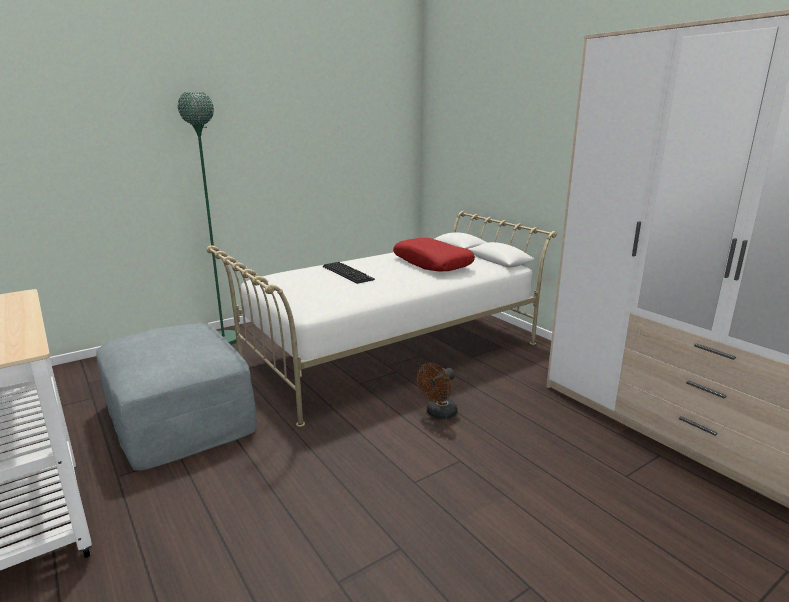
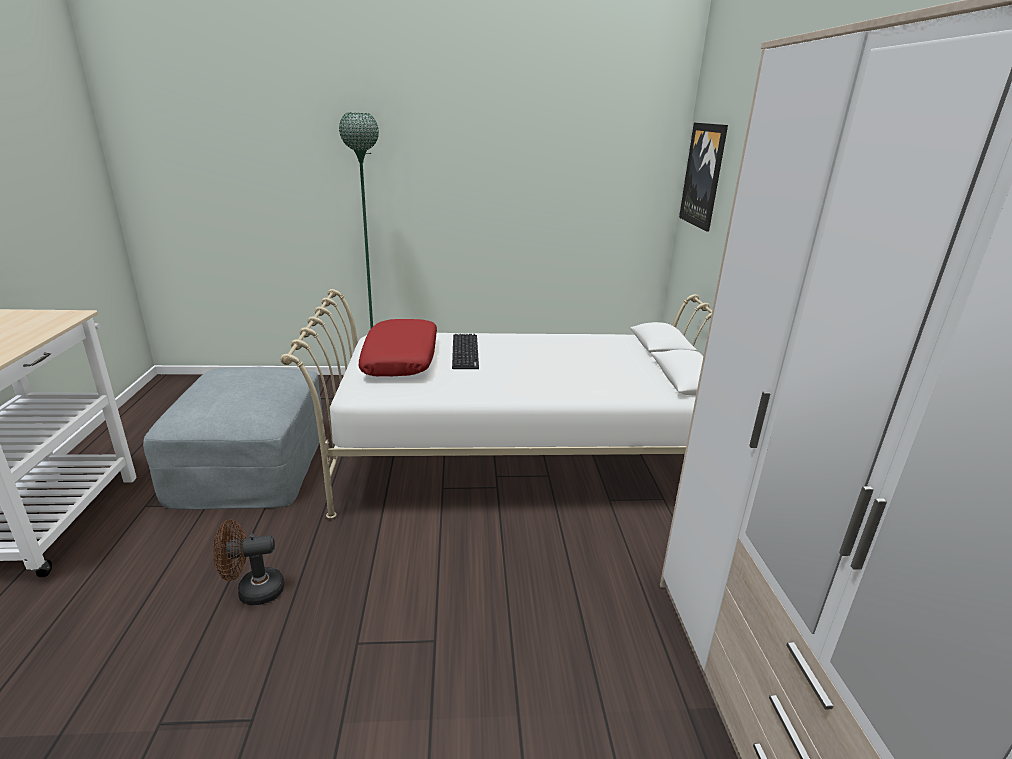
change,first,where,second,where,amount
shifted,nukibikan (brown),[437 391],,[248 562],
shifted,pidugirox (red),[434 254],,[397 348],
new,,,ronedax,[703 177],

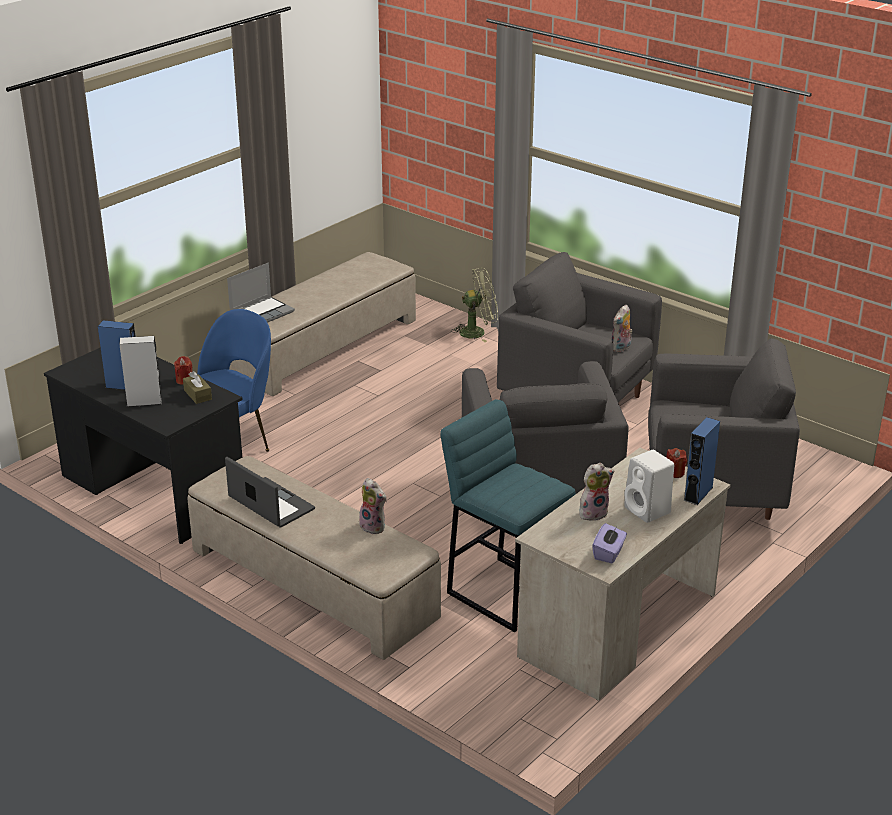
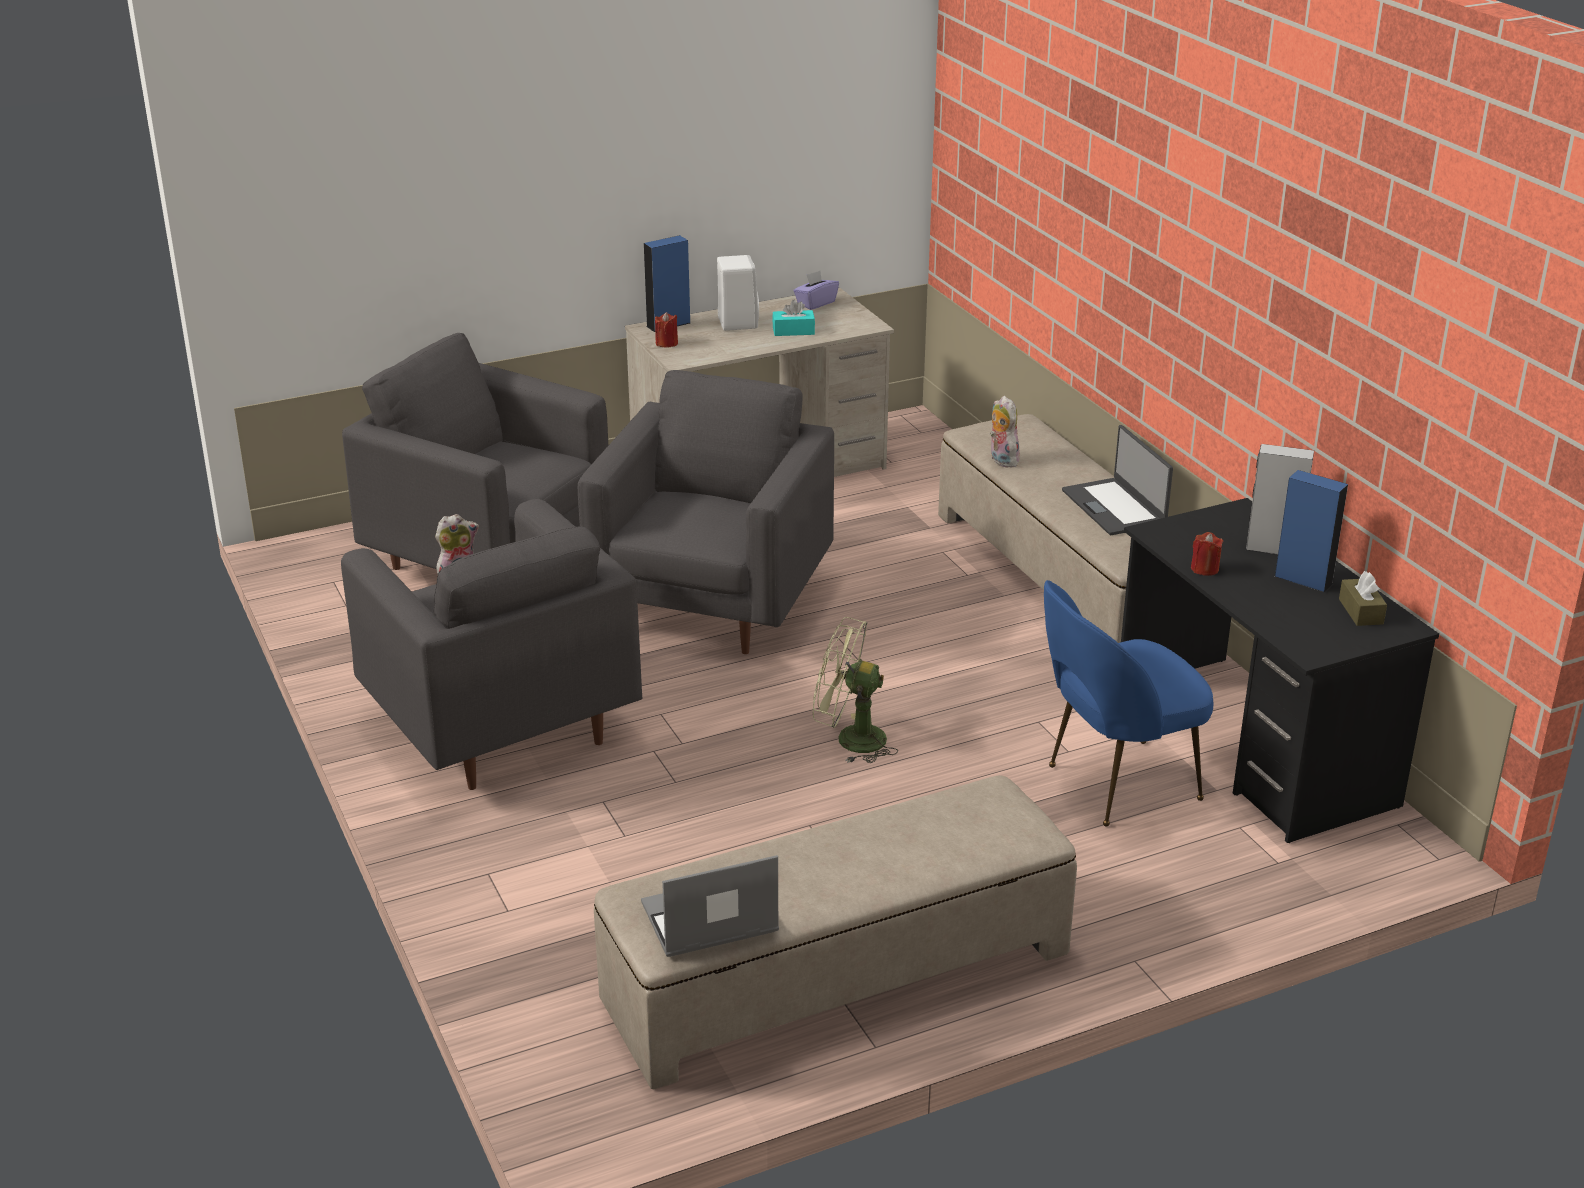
change,first,where,second,where,amount
shifted,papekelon,[261 293],,[710 906],
swapped,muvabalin,[596 492],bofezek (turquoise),[793 318],
shifted,nukibikan (green),[475 305],,[855 690],
shifted,bofezek (brown),[197 387],,[1363 598],
gone,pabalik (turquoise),[508 515],,,

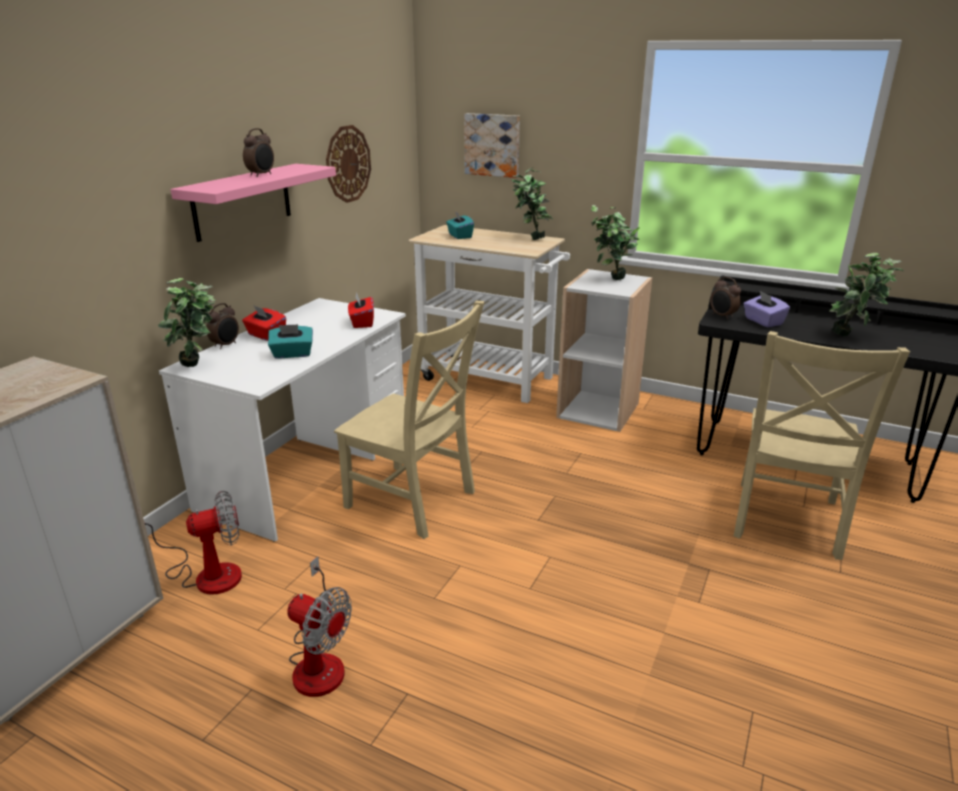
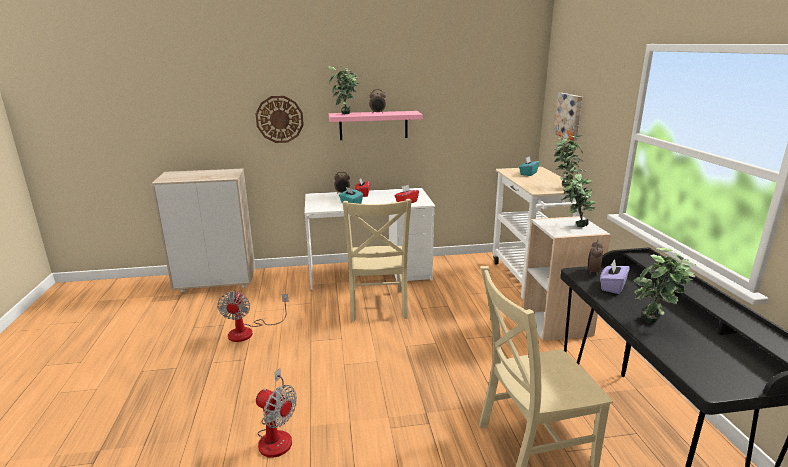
change,first,where,second,where,amount
shifted,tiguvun,[348 164],,[280 119],
shifted,nukibikan,[193 543],,[276 413],
shifted,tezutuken,[186 322],,[344 90],

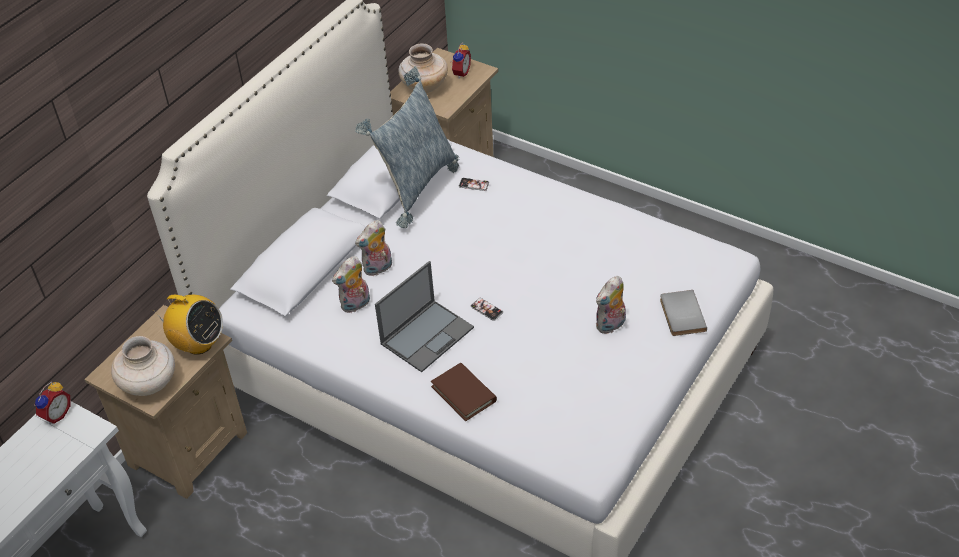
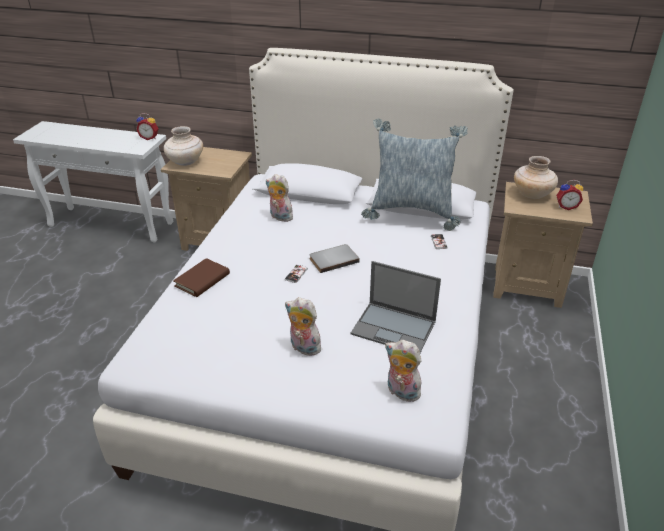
change,first,where,second,where,amount
shifted,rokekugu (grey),[683 313],,[334 258],
shifted,papekelon,[424 316],,[396 307],
shifted,muvabalin,[373 248],,[404 371],
gone,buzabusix,[189 325],,,

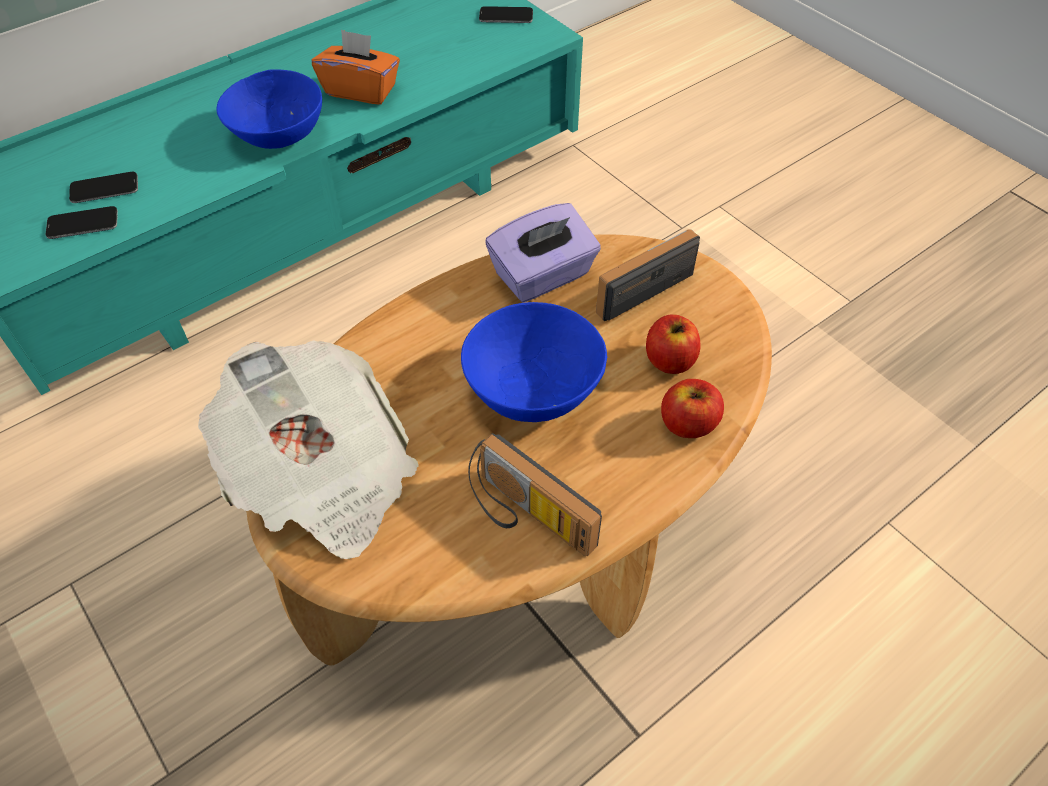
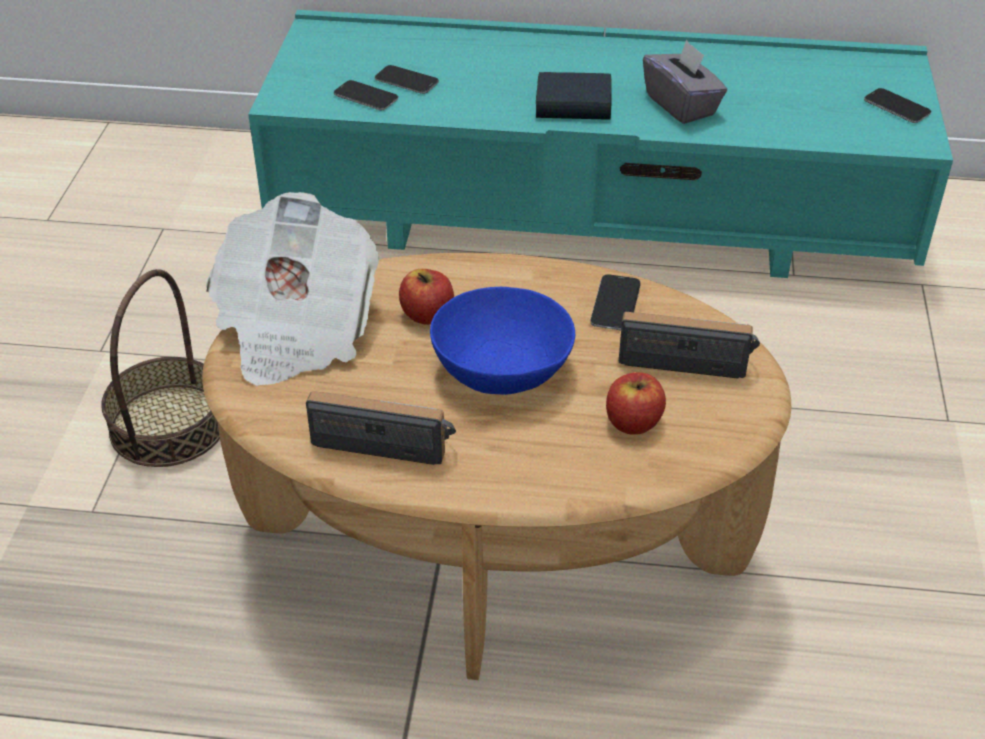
change,first,where,second,where,amount
new,,,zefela,[160 368],
rotated,buzabusix,[535 494],,[381 428],105 degrees clockwise
shifted,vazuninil,[692 408],,[426 297],
swapped,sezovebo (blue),[269 109],rokekugu,[573 96],
swapped,bofezek (purple),[543 252],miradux,[615 302],
repainted,bofezek (orange),[355 67],bofezek (grey),[685 81],

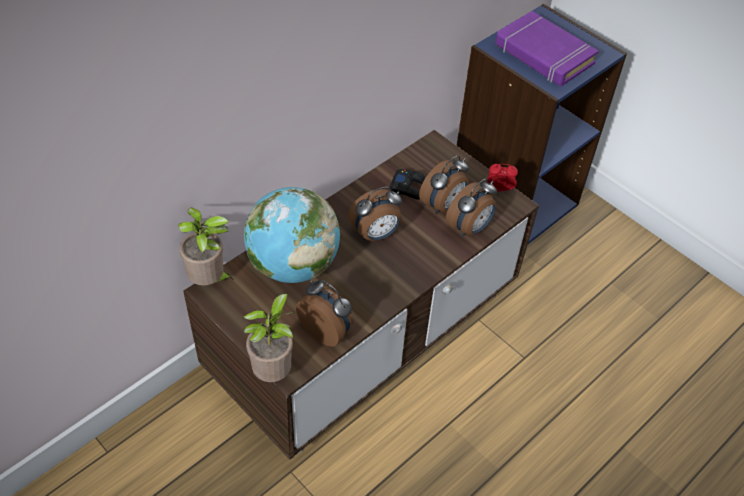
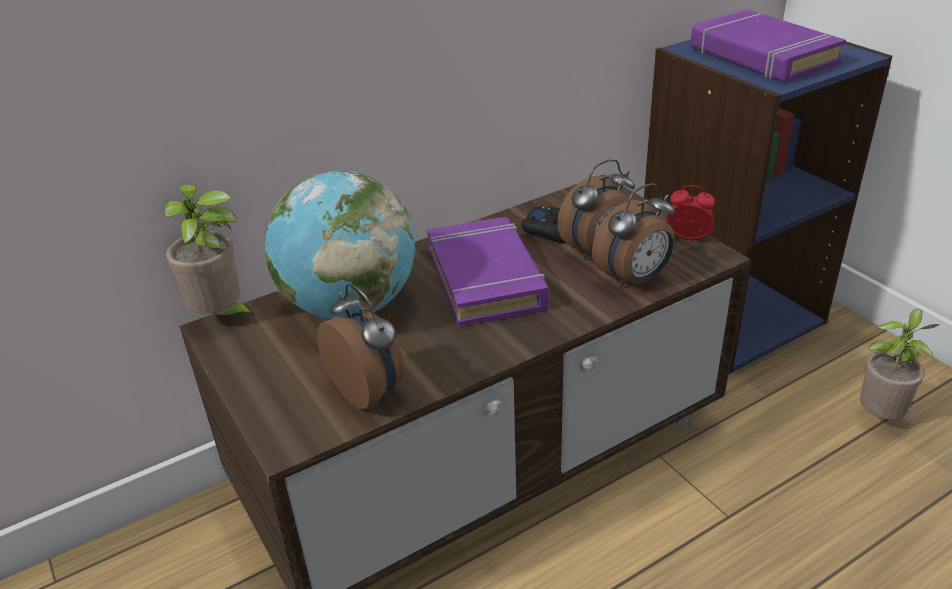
change,first,where,second,where,amount
swapped,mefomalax,[375 214],rokekugu (purple),[488 272],
shifted,tezutuken,[268 338],,[899 364],

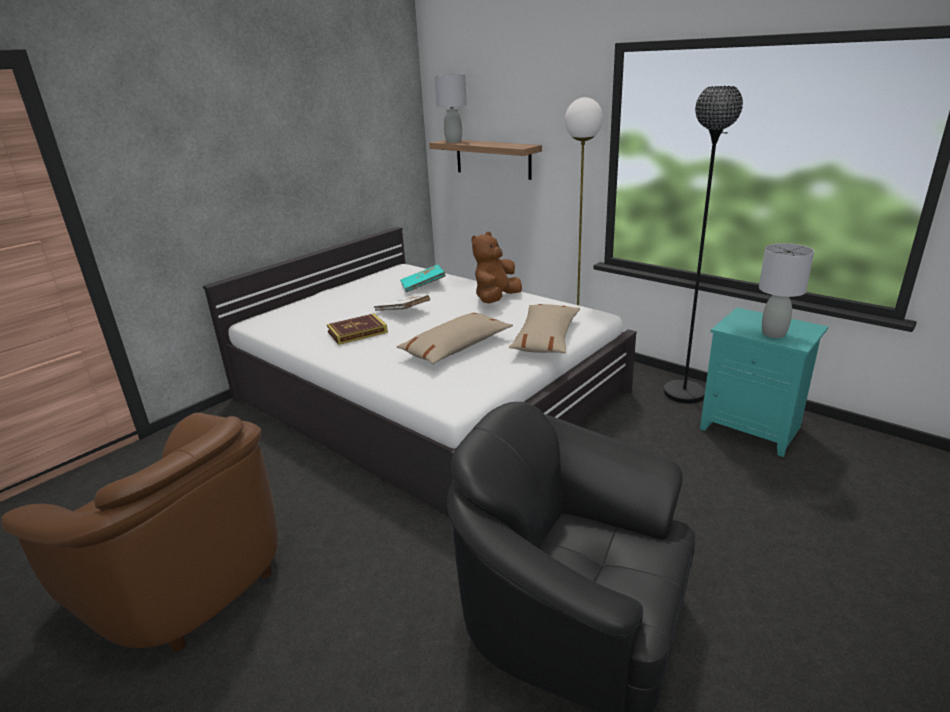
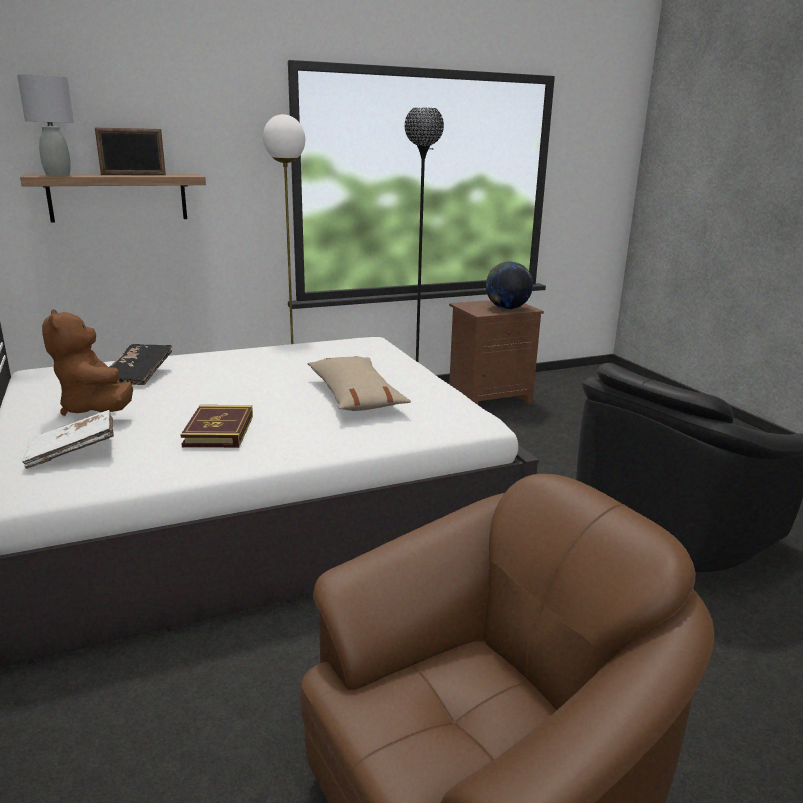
change,first,where,second,where,amount
shifted,rokekugu (white),[402 303],,[68 439],
shifted,muvabalin (brown),[496 267],,[87 362],
new,,,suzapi,[130 151],
repainted,rokekugu (turquoise),[423 279],rokekugu (black),[141 364],
repainted,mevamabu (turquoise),[764 382],mevamabu (brown),[496 352],
swapped,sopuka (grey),[786 290],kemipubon,[509 285],
gone,pidugirox (beige),[544 328],,,

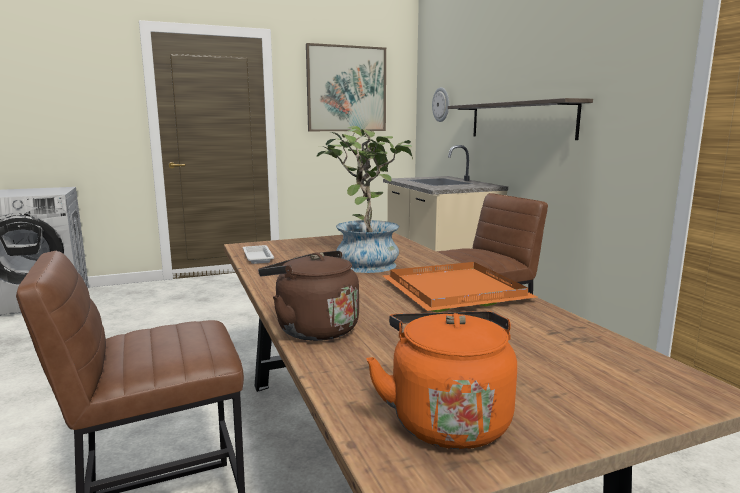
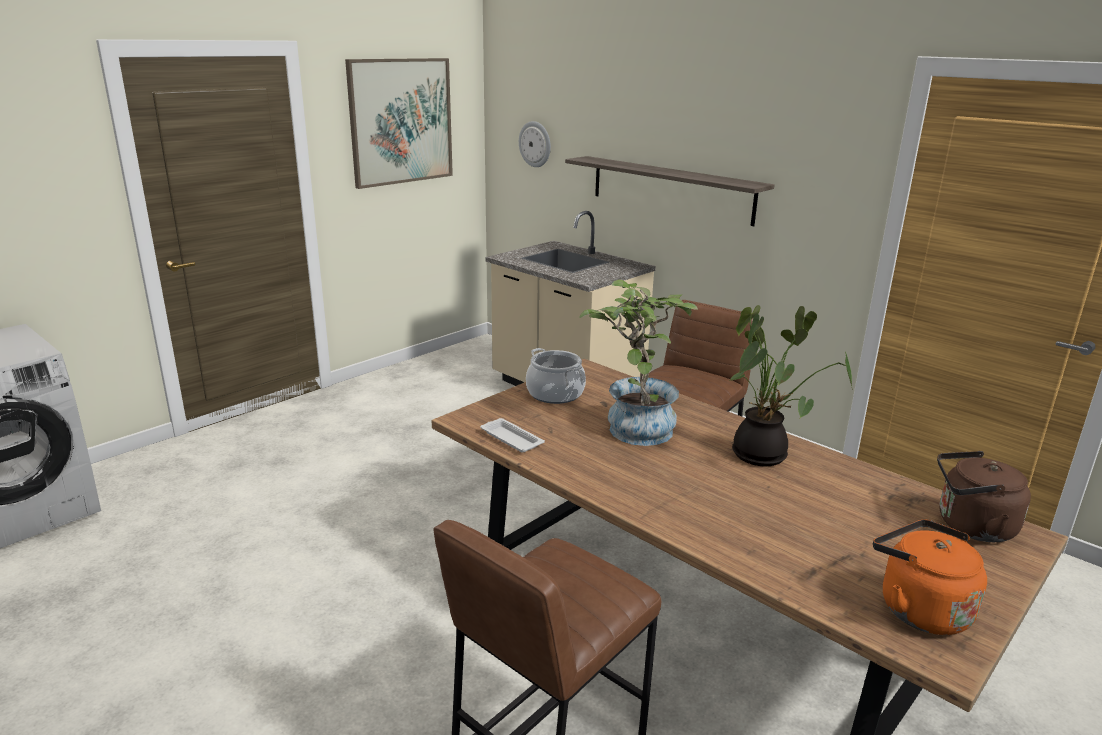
change,first,where,second,where,amount
new,,,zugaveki,[556 376],
swapped,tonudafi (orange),[460 287],tezutuken,[791 386],
shifted,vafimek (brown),[308 296],,[984 496],

